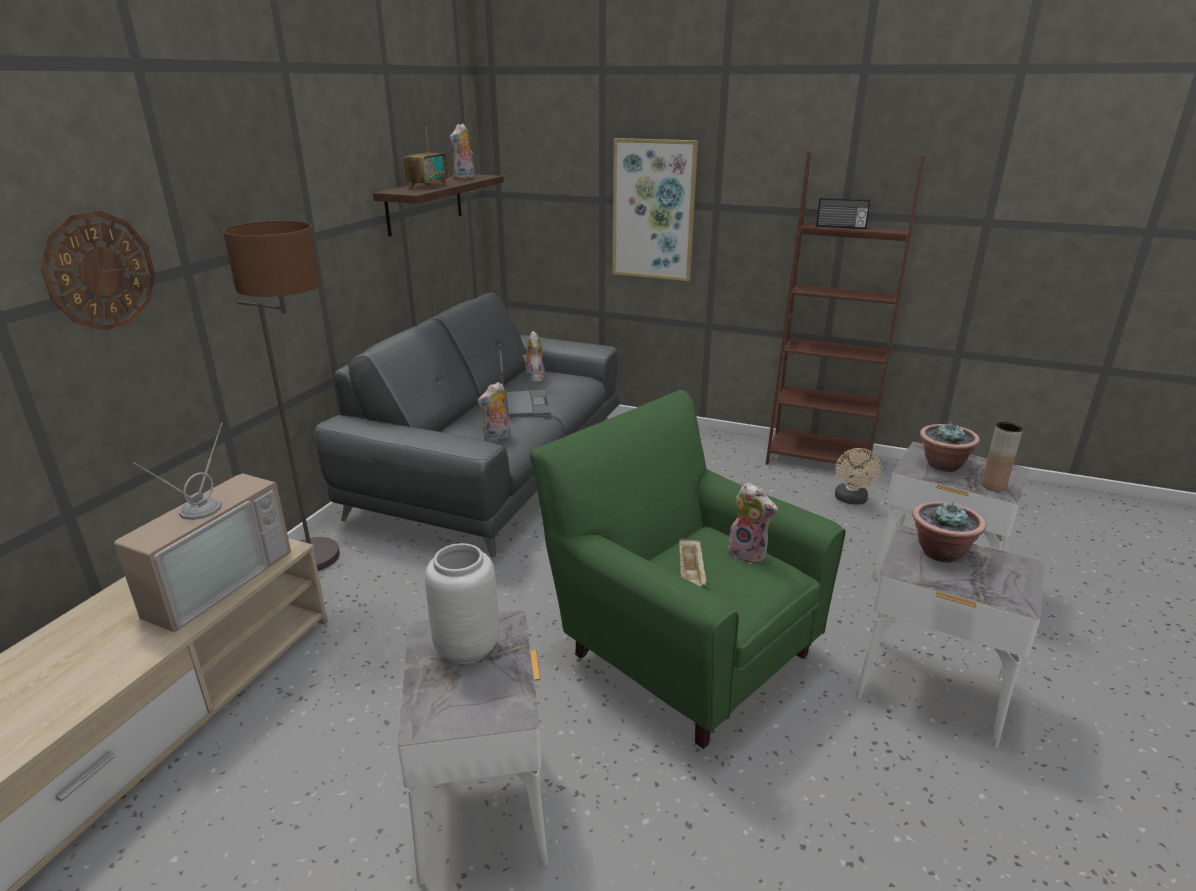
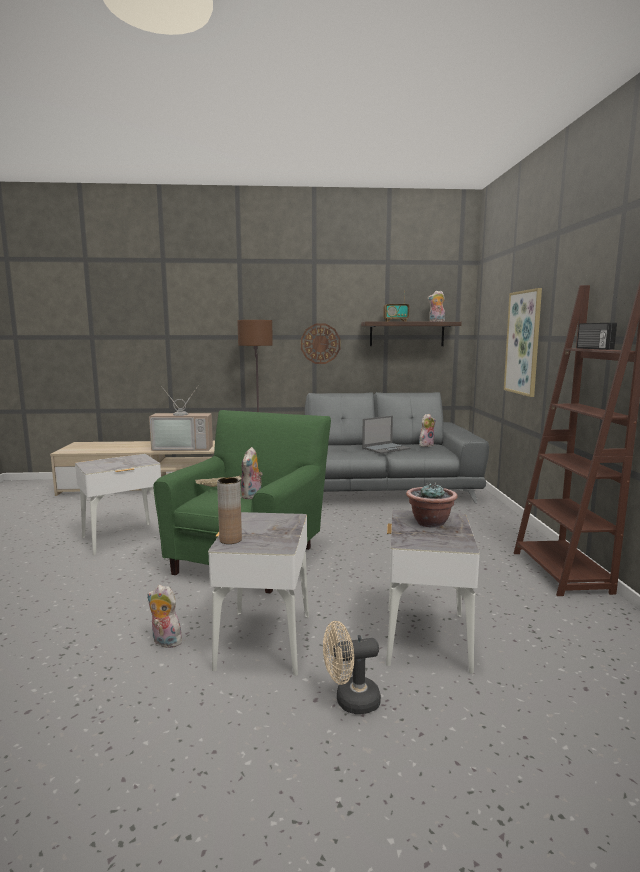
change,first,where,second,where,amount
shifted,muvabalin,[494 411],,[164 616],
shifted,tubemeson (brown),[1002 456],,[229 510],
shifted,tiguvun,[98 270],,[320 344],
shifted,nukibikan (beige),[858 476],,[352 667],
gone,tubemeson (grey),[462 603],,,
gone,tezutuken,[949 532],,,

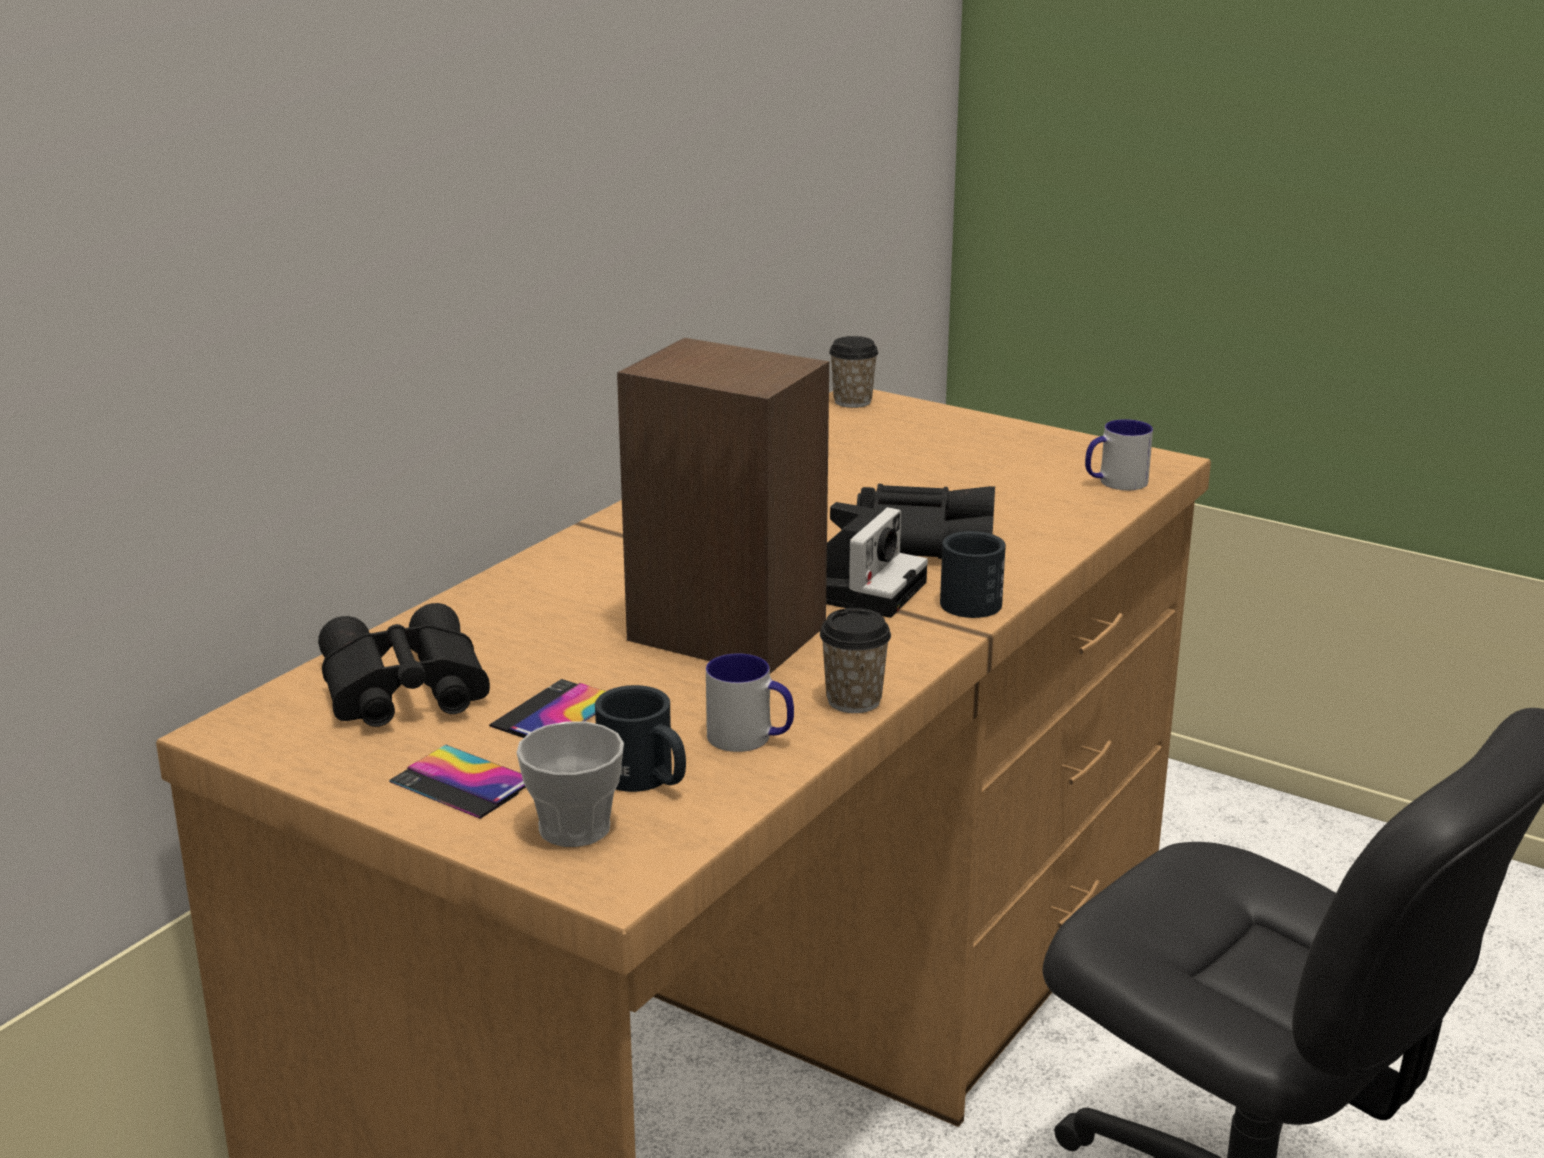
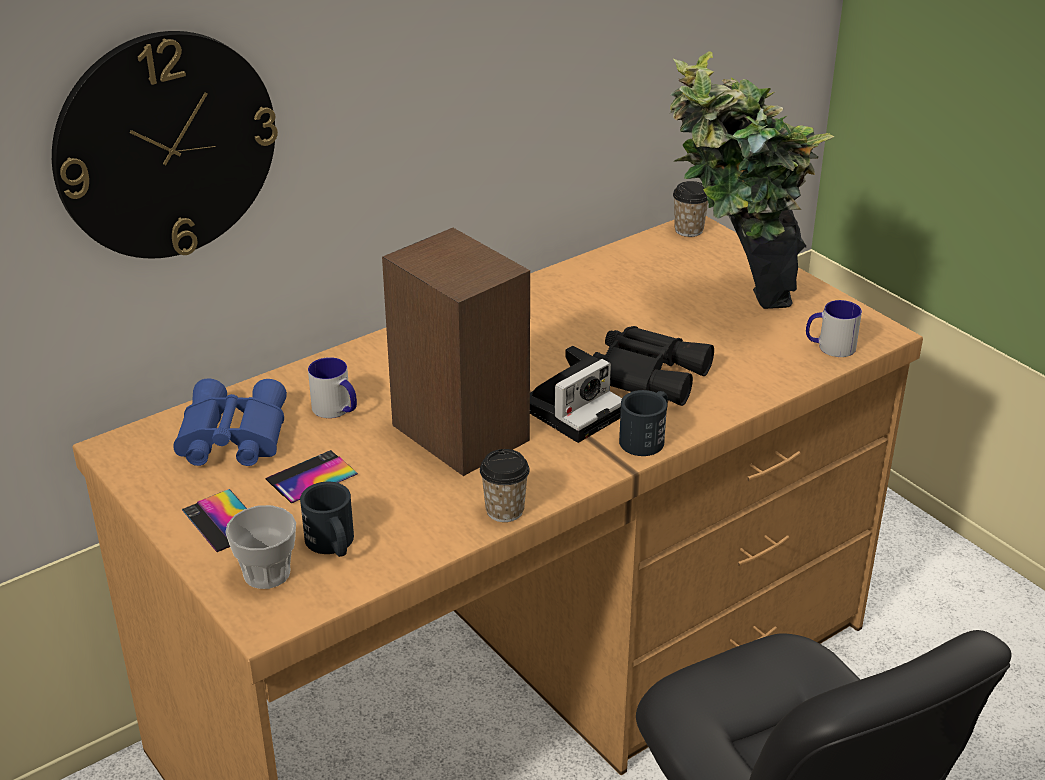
change,first,where,second,where,amount
new,,,tiguvun,[165 145],
repainted,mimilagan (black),[404 665],mimilagan (blue),[230 422],
shifted,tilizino,[750 702],,[332 387],
new,,,tezutuken,[752 180],

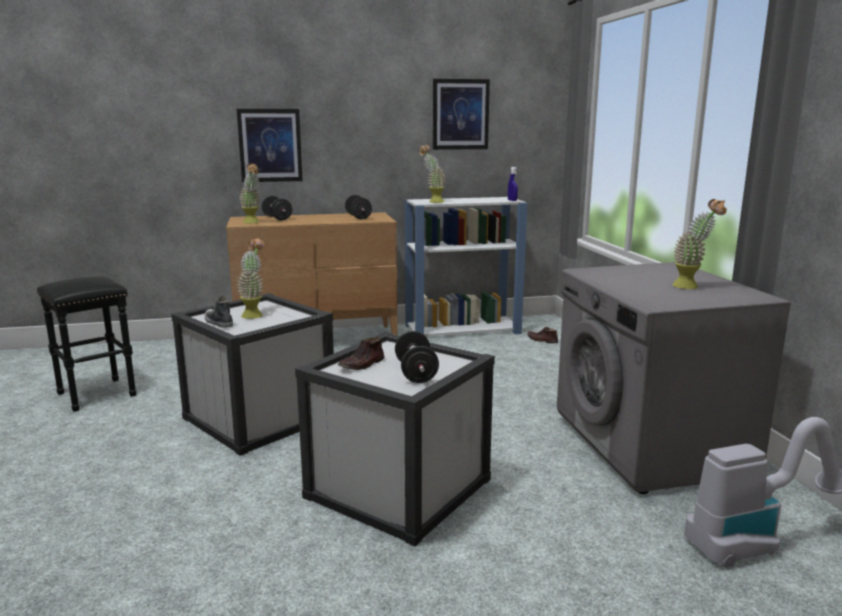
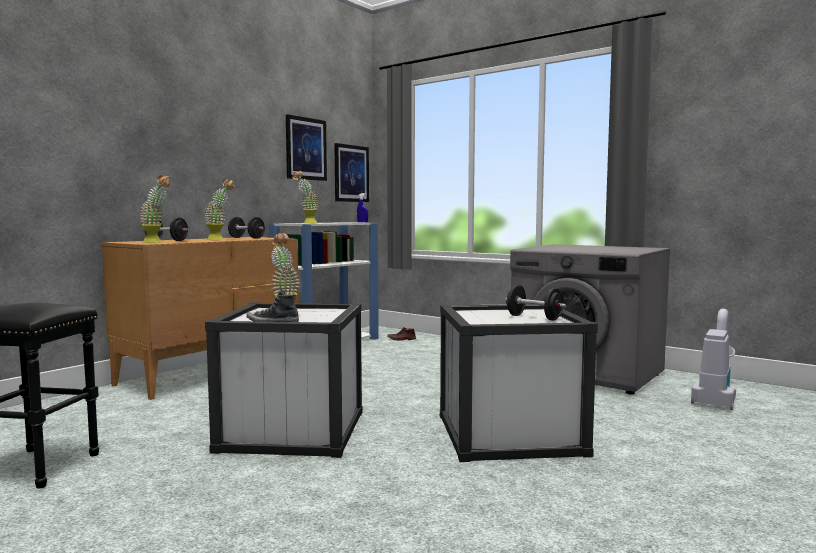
change,first,where,second,where,amount
shifted,tezutuken,[699 244],,[219 209],
shifted,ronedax,[270 145],,[351 172],
gone,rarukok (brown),[361 353],,,

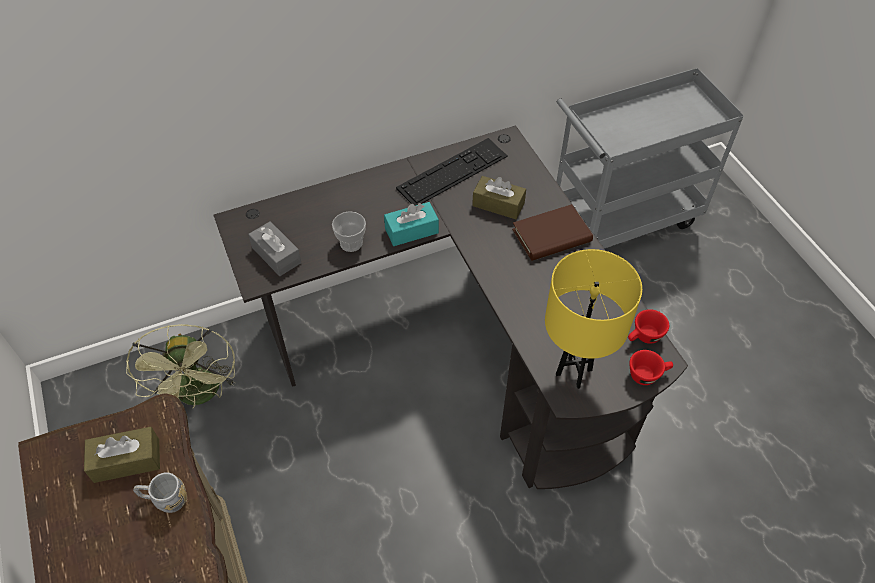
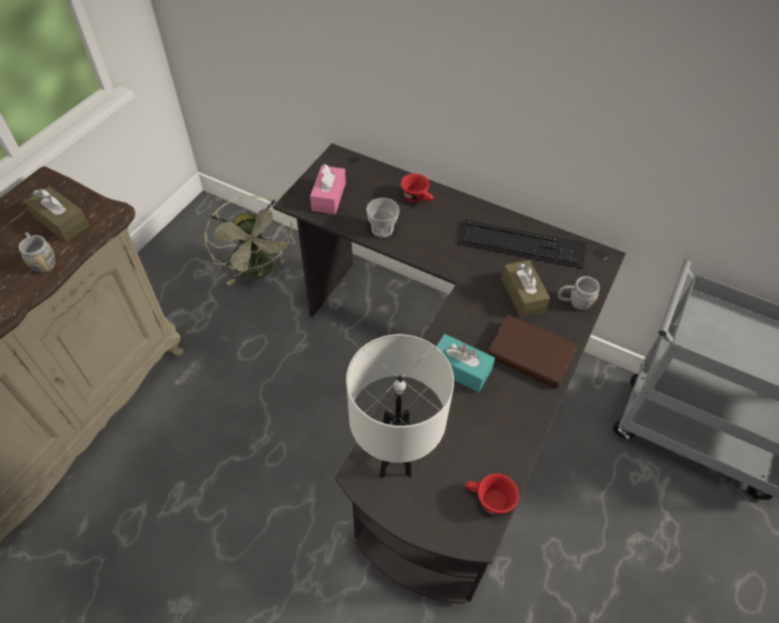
change,first,where,second,where,amount
rotated,nukibikan (green),[181 366],,[250 240],60 degrees counterclockwise
repainted,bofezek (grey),[274 248],bofezek (pink),[328 189],
repainted,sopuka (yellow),[593 319],sopuka (white),[400 406],
shifted,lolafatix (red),[651 367],,[417 187],
shifted,bofezek (turquoise),[411 224],,[465 363],
new,,,tilizino (grey),[579 293],

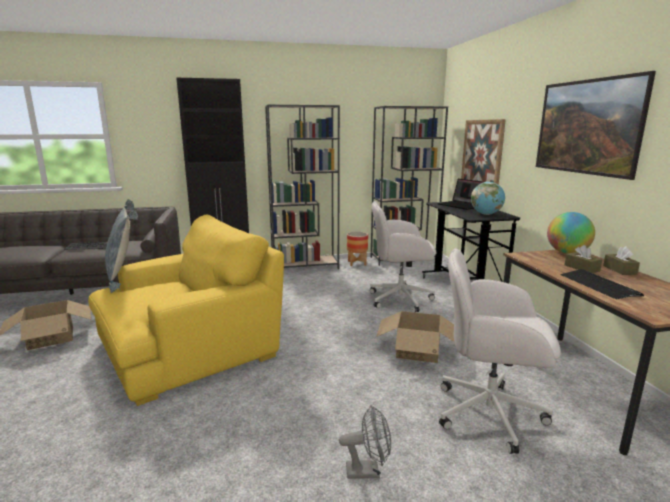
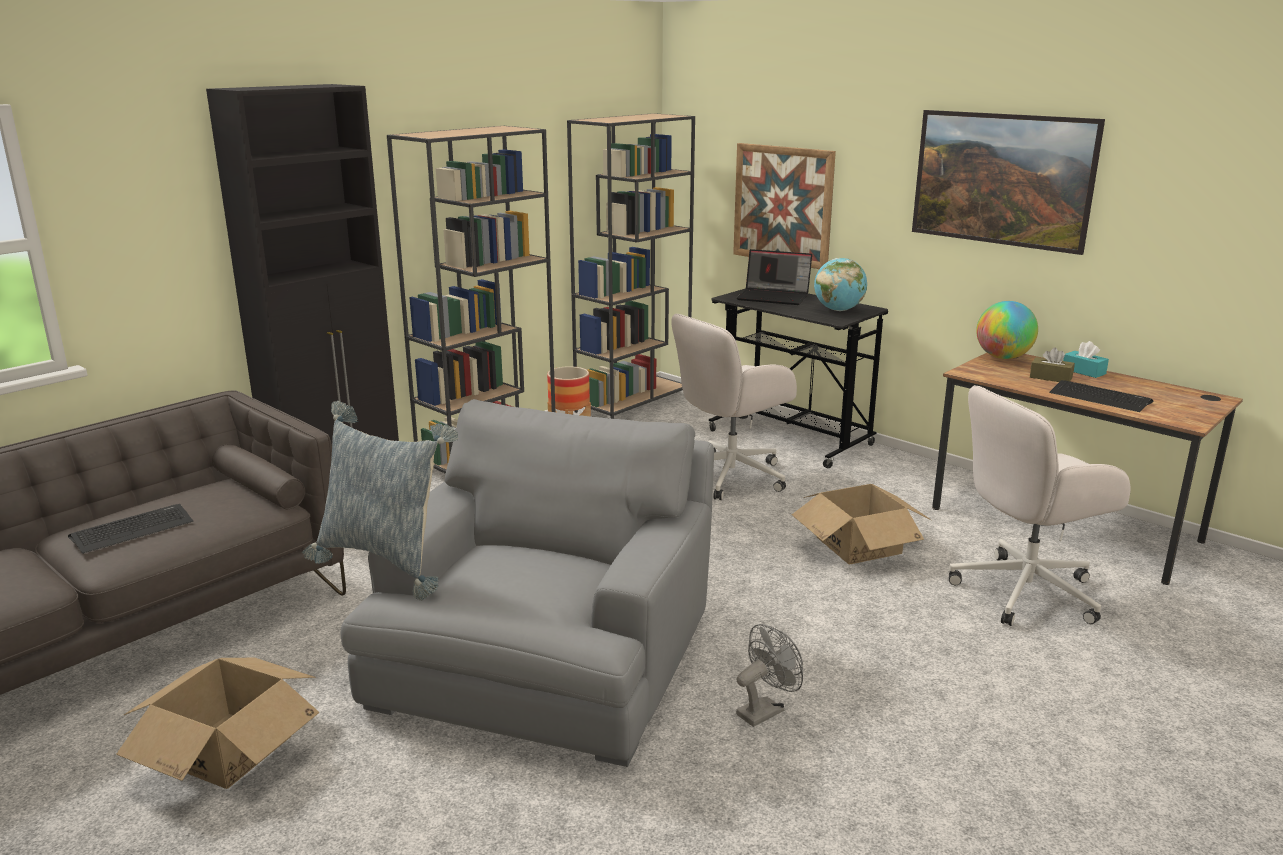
change,first,where,second,where,amount
repainted,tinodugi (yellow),[186 310],tinodugi (grey),[527 583],
shifted,nukibikan (grey),[365 442],,[769 675],
repainted,bofezek (brown),[621 260],bofezek (turquoise),[1086 359],

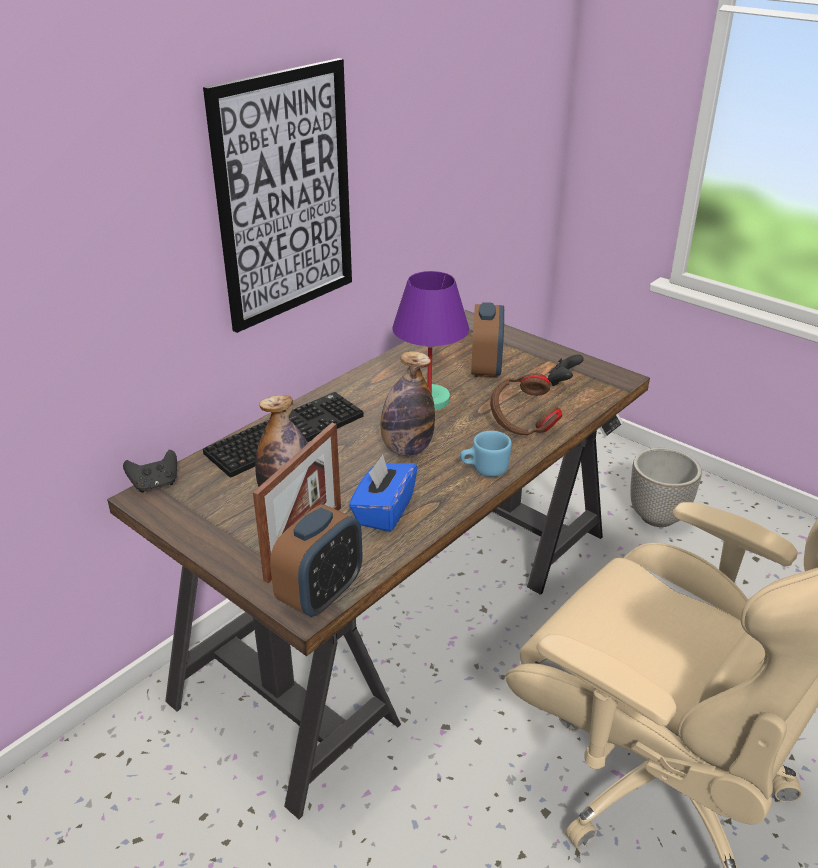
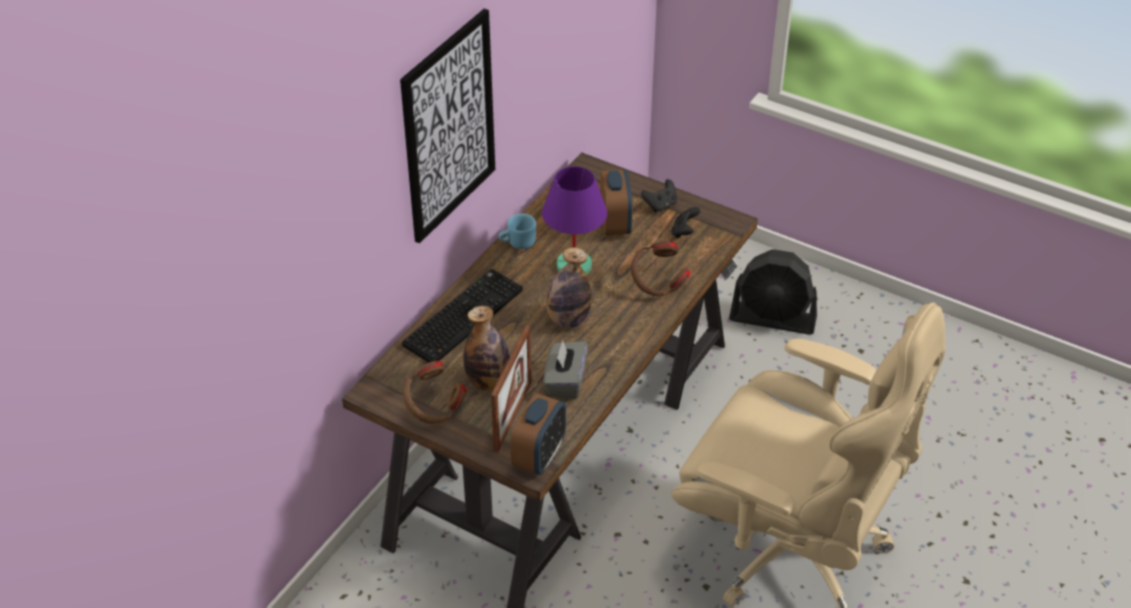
change,first,where,second,where,amount
new,,,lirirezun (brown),[434 392],
shifted,tilizino (blue),[486 454],,[517 231],
repainted,bofezek (blue),[383 493],bofezek (grey),[566 370],
shifted,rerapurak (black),[150 471],,[659 195],
swapped,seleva,[666 487],nukibikan (black),[773 292],

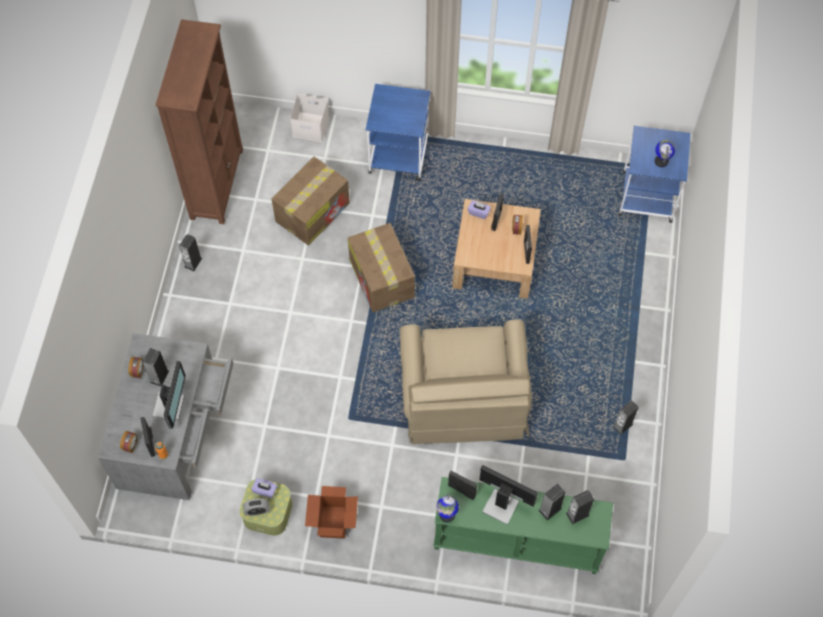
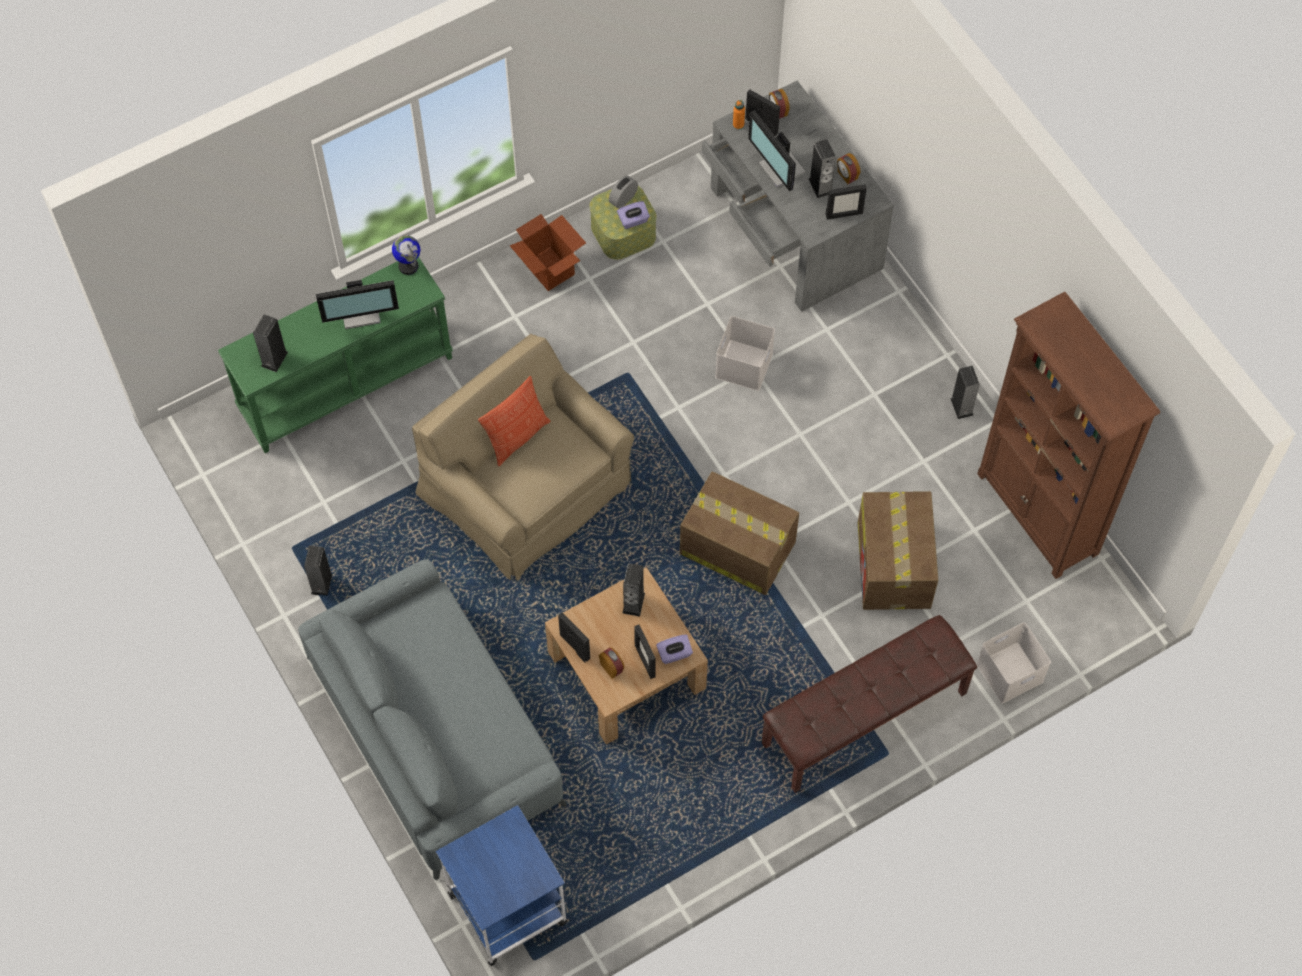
change,first,where,second,where,amount
new,,,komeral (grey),[432 719],
new,,,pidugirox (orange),[514 421],
shifted,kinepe,[552 502],,[634 590],
new,,,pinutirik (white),[745 353],
swapped,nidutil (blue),[398 132],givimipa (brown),[869 704],
shifted,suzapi,[462 485],,[846 202],
gone,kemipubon,[665 153],,,

